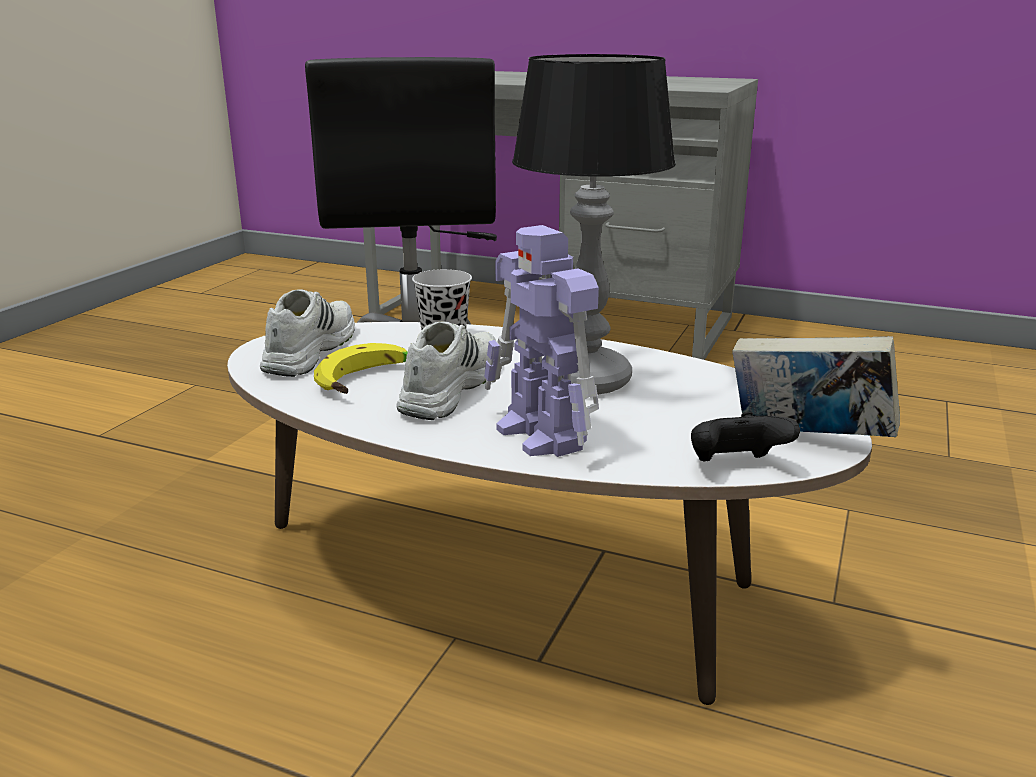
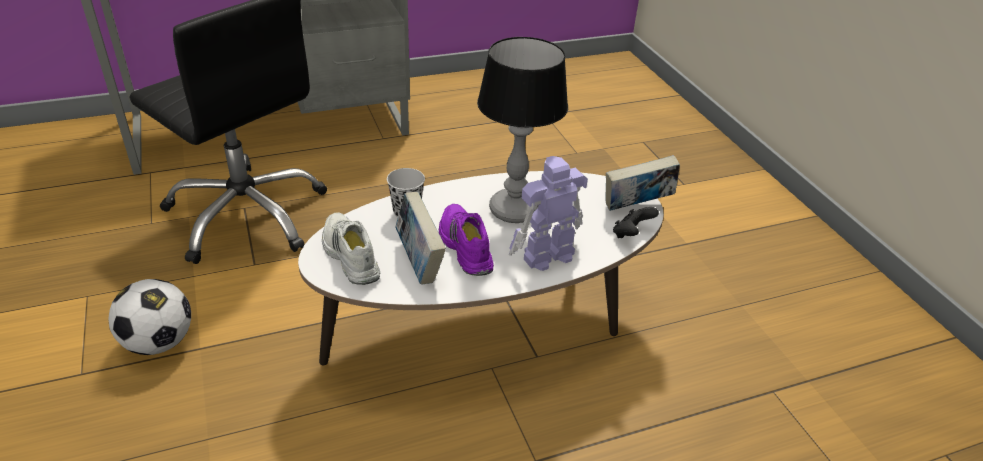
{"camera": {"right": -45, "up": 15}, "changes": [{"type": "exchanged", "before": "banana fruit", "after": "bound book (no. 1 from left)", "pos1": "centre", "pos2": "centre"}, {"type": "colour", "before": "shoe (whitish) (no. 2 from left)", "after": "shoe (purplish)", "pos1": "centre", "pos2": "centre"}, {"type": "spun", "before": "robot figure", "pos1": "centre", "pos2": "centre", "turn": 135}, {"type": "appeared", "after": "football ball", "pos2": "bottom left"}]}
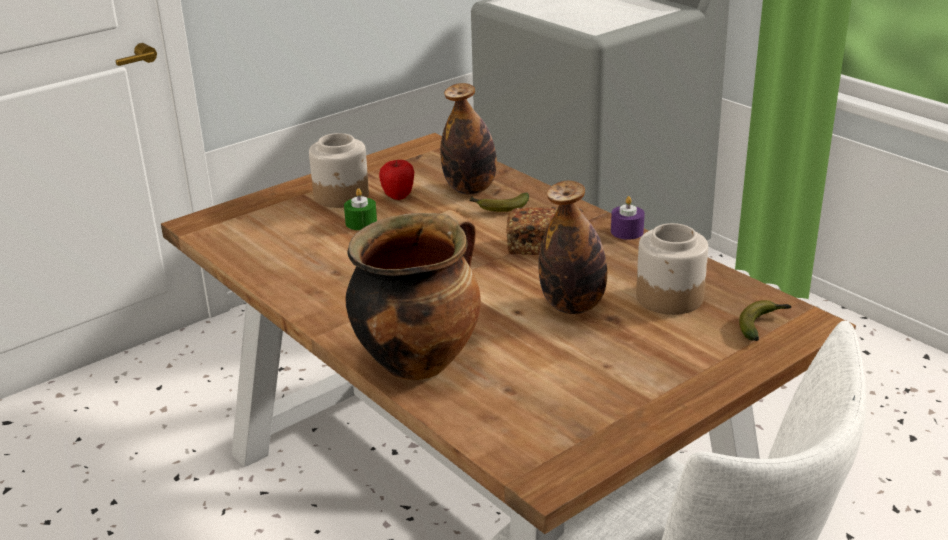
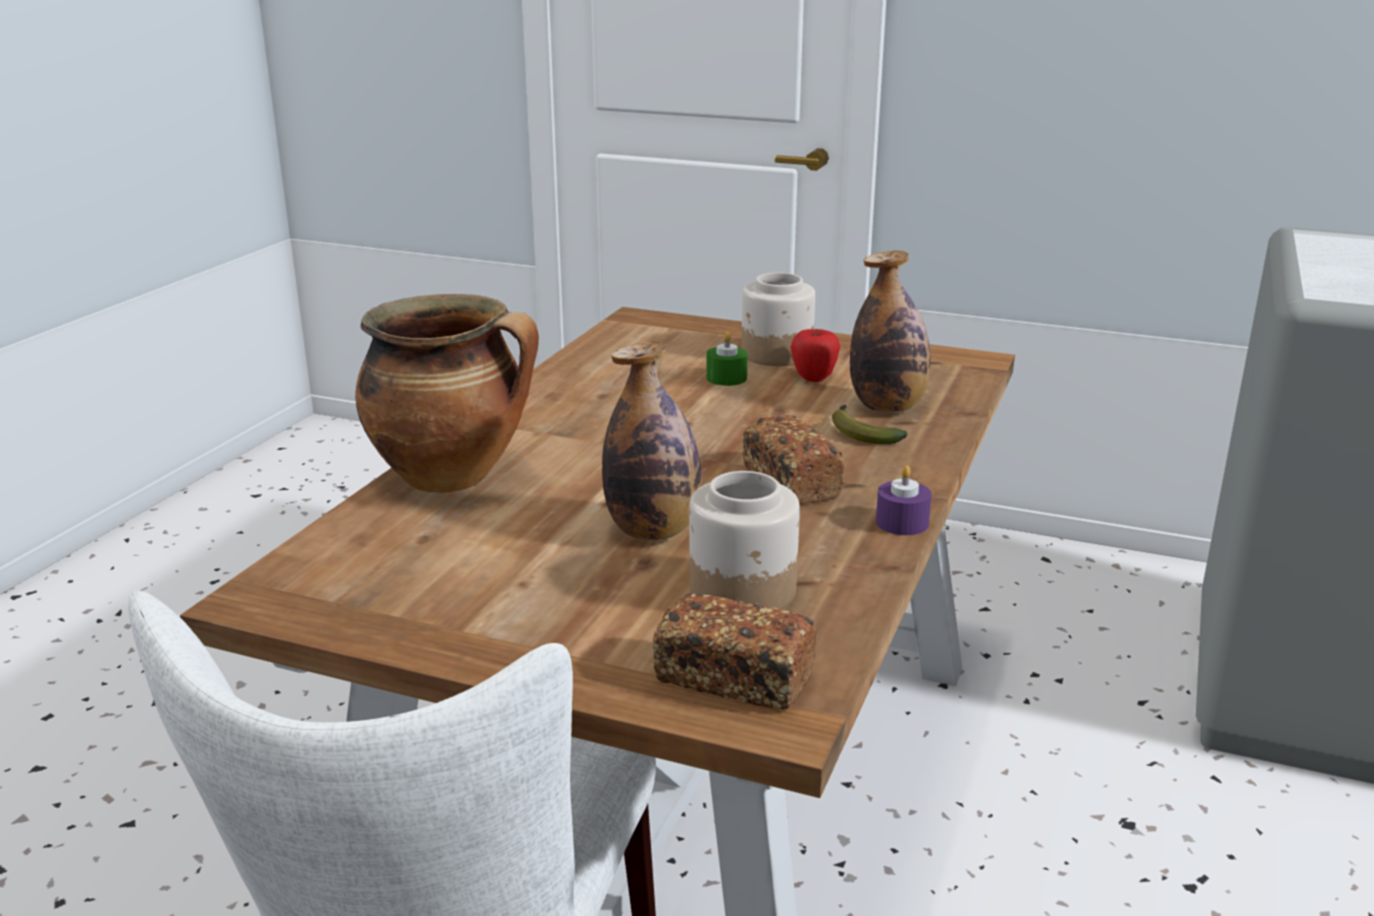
{"camera": {"right": 60, "up": -5}, "changes": [{"type": "exchanged", "before": "banana fruit (no. 2 from left)", "after": "bread (no. 1 from left)", "pos1": "middle right", "pos2": "bottom centre"}]}
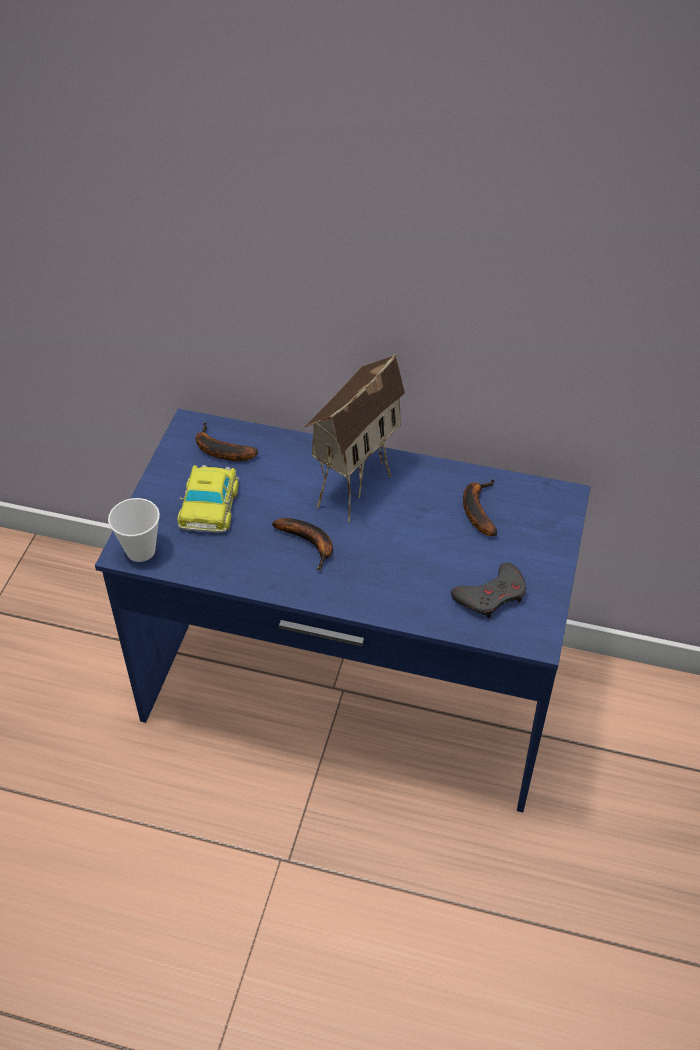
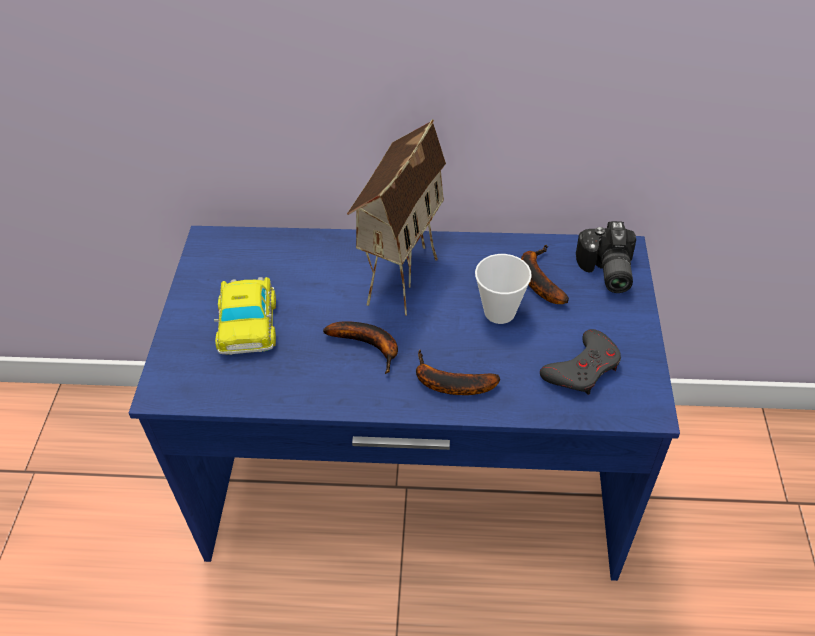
{"camera": {"right": -10, "up": 0}, "changes": [{"type": "relocated", "before": "small cup", "pos1": "middle left", "pos2": "centre"}, {"type": "relocated", "before": "banana fruit (no. 1 from left in the first image)", "after": "banana fruit (no. 2 from left)", "pos1": "middle left", "pos2": "centre"}, {"type": "appeared", "after": "photo camera", "pos2": "middle right"}]}
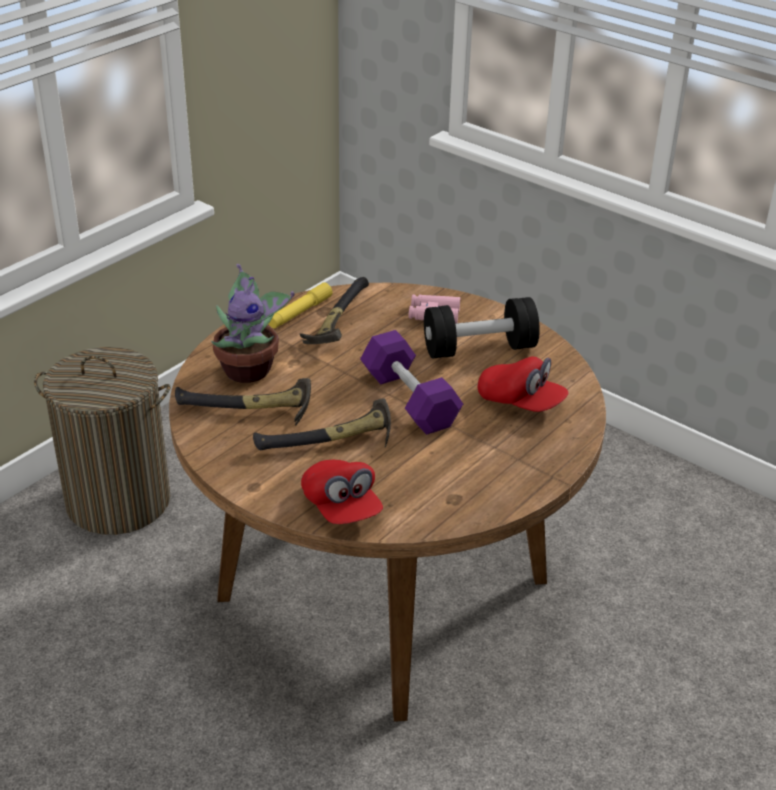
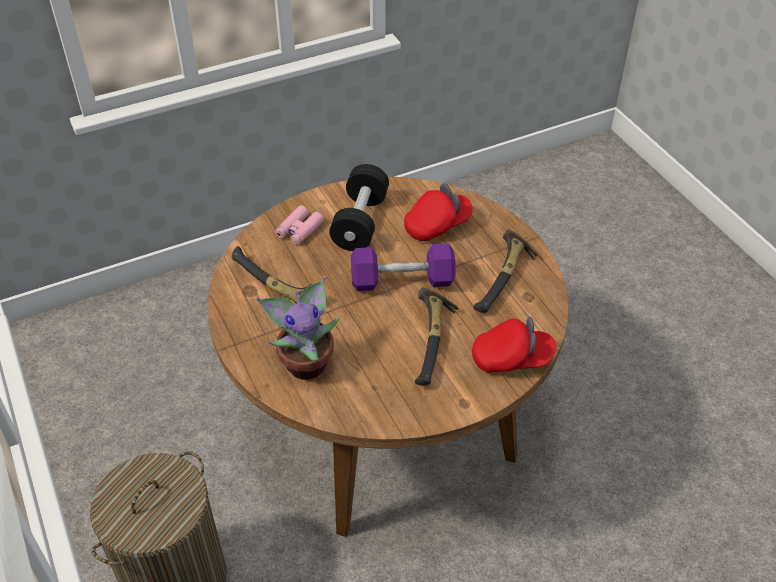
{"camera": {"right": -65, "up": 10}, "changes": [{"type": "relocated", "before": "tool hammer (no. 1 from left in the first image)", "after": "tool hammer (no. 3 from left)", "pos1": "middle left", "pos2": "centre"}, {"type": "missing", "before": "hand torch (yellow-coloured)", "pos1": "centre"}]}
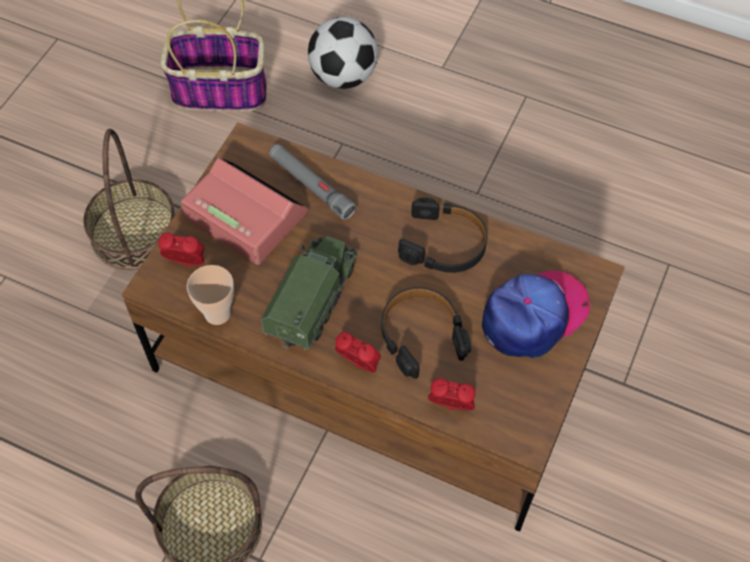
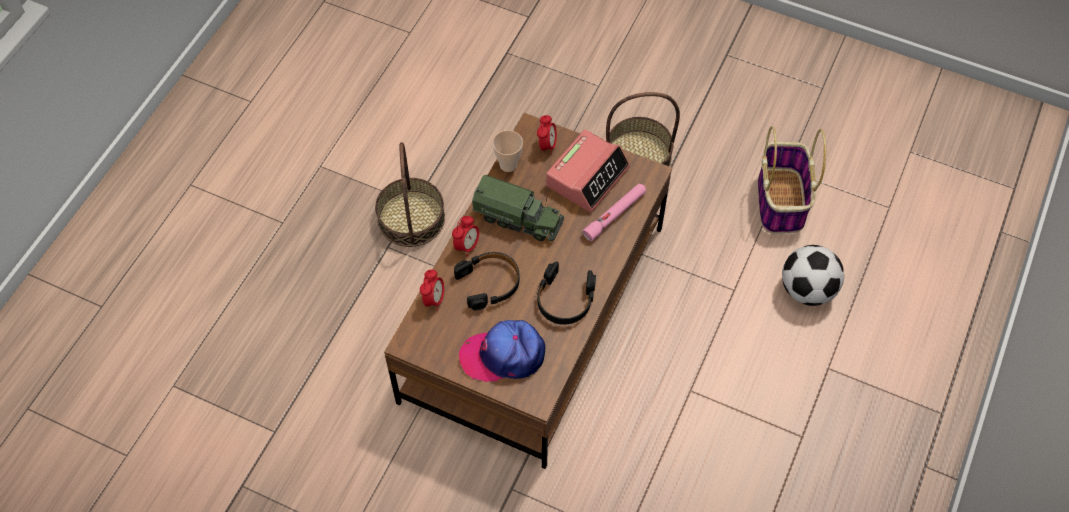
{"camera": {"right": 90, "up": 0}, "changes": [{"type": "colour", "before": "hand torch (greyish)", "after": "hand torch (pinkish)", "pos1": "top centre", "pos2": "centre"}, {"type": "spun", "before": "peaked cap", "pos1": "middle right", "pos2": "bottom centre", "turn": 120}]}
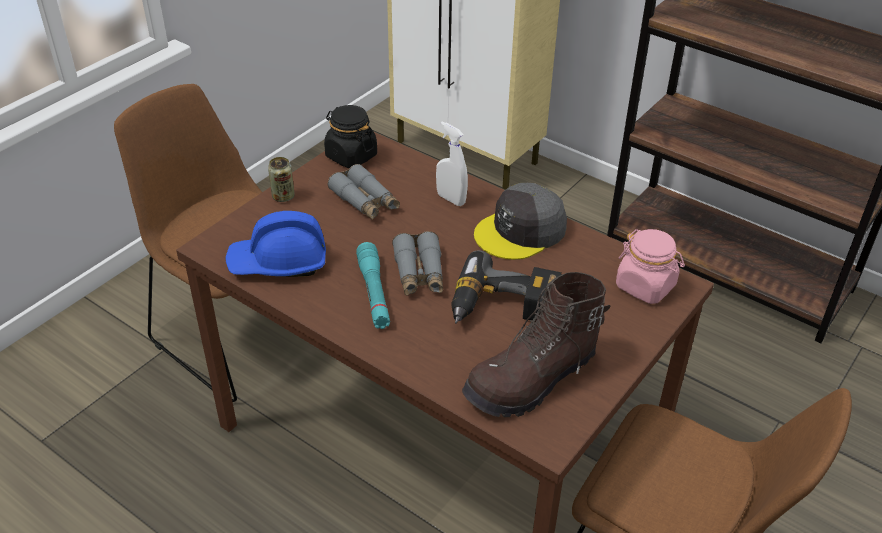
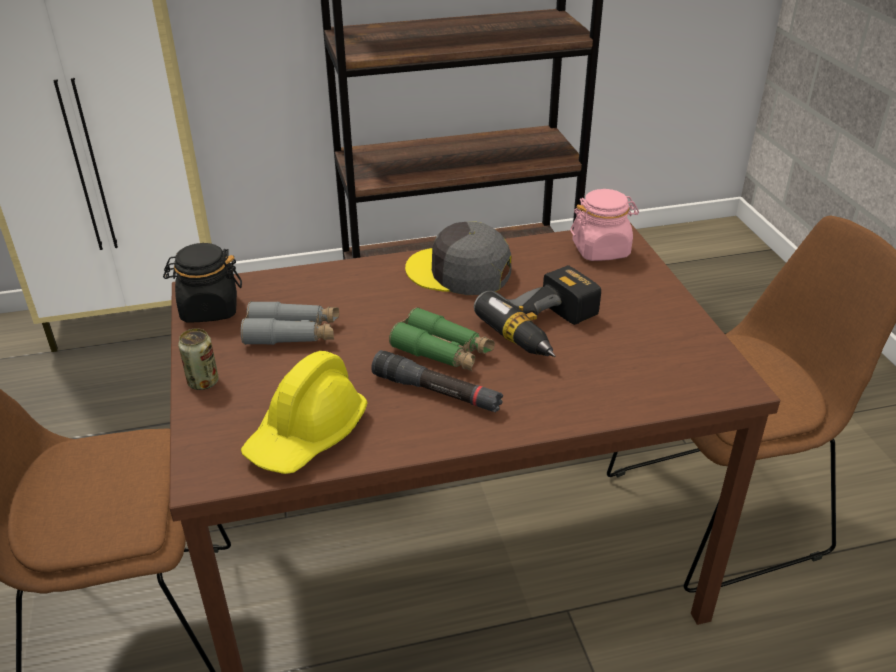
{"camera": {"right": -50, "up": -5}, "changes": [{"type": "colour", "before": "work helmet (bluish)", "after": "work helmet (yellow-coloured)", "pos1": "middle left", "pos2": "centre"}, {"type": "colour", "before": "hand torch (turquoise-coloured)", "after": "hand torch (blackish)", "pos1": "centre", "pos2": "centre"}, {"type": "colour", "before": "binoculars (greyish) (no. 2 from left)", "after": "binoculars (greenish)", "pos1": "centre", "pos2": "centre"}, {"type": "missing", "before": "sprayer (whitish)", "pos1": "top centre"}, {"type": "missing", "before": "high-top boot (brown-coloured)", "pos1": "centre"}, {"type": "spun", "before": "peaked cap (greyish)", "pos1": "centre", "pos2": "centre", "turn": 105}]}
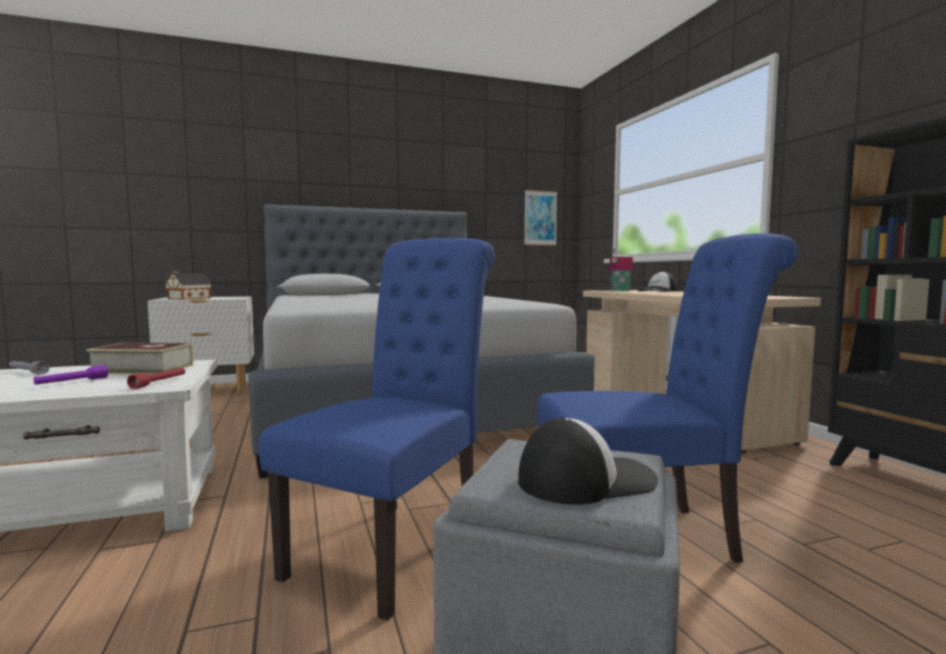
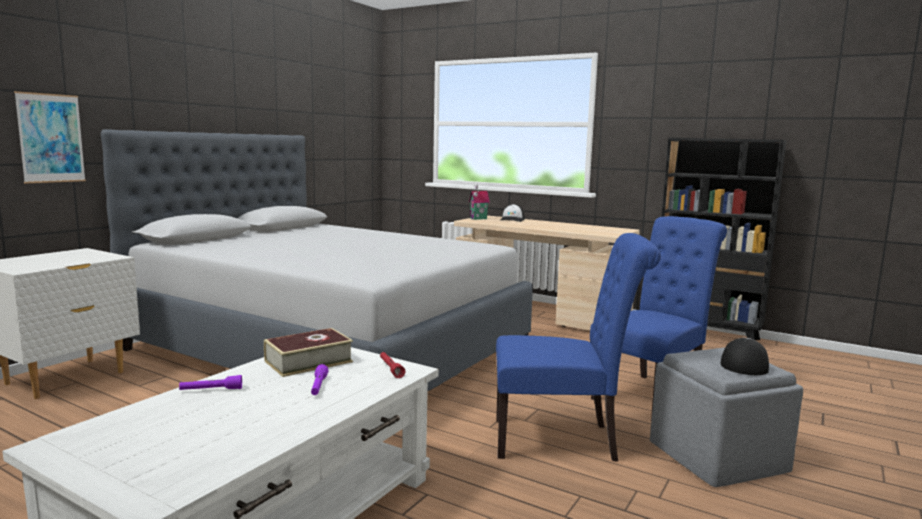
{"camera": {"right": -40, "up": 5}, "changes": [{"type": "colour", "before": "hand torch (greyish)", "after": "hand torch (purplish) (no. 1 from left)", "pos1": "middle left", "pos2": "bottom left"}, {"type": "missing", "before": "model house (no. 1 from left)", "pos1": "middle left"}, {"type": "spun", "before": "chair (bluish) (no. 1 from left)", "pos1": "centre", "pos2": "bottom centre", "turn": 105}, {"type": "relocated", "before": "wall picture", "pos1": "centre", "pos2": "top left"}]}
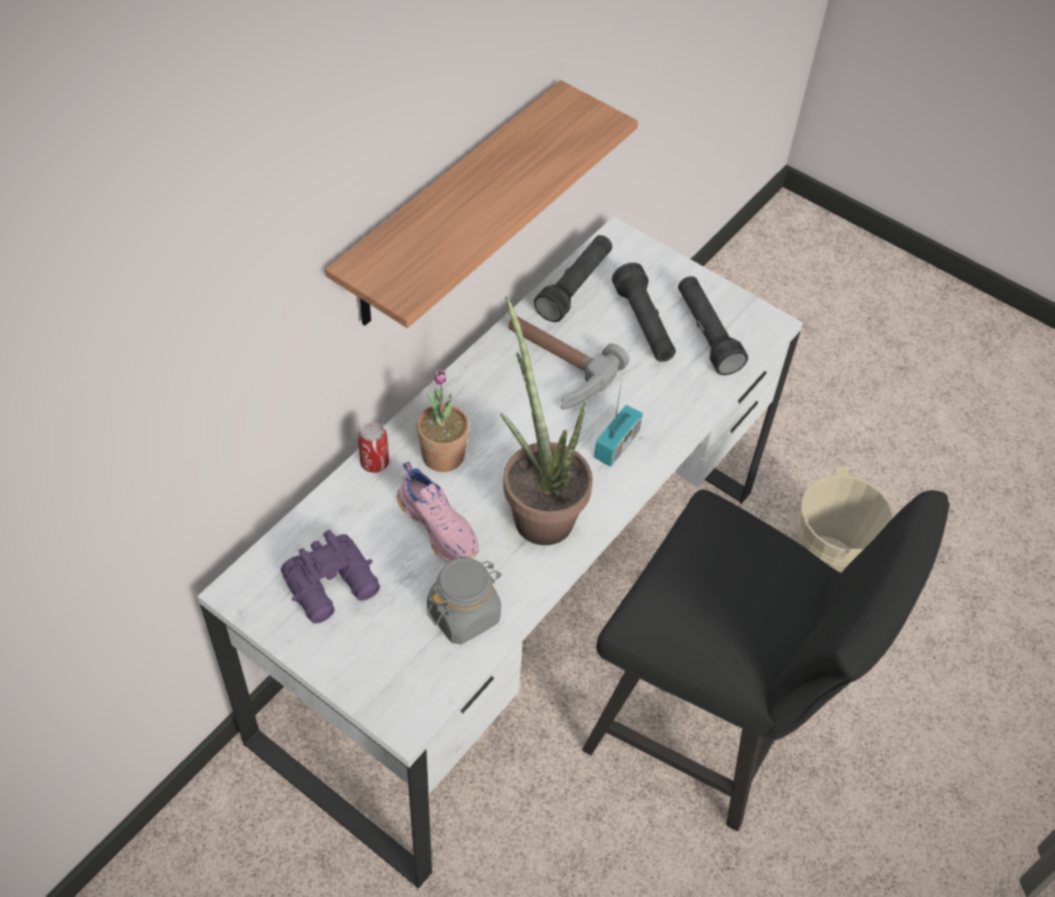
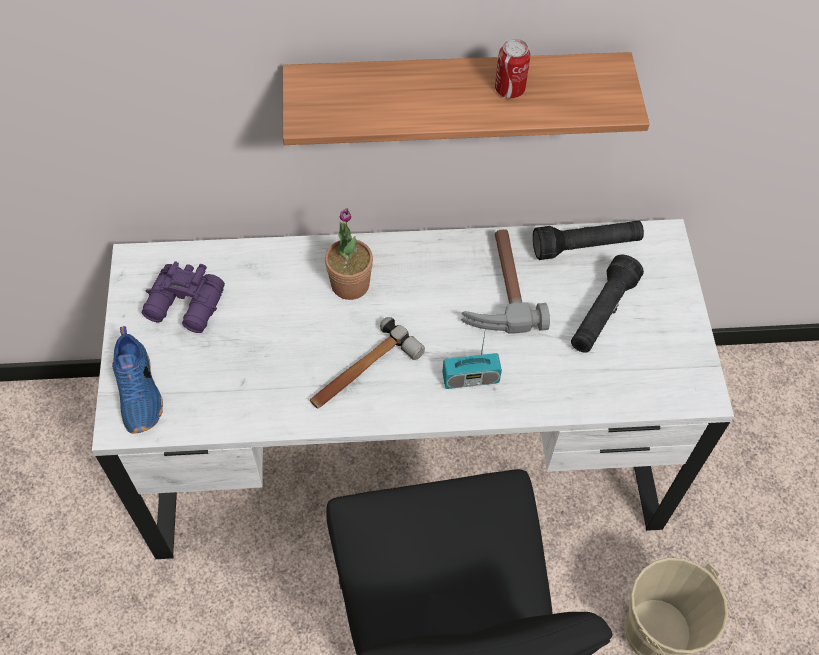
{"camera": {"right": 50, "up": 5}, "changes": [{"type": "relocated", "before": "can", "pos1": "centre", "pos2": "top centre"}, {"type": "missing", "before": "shoe (pinkish)", "pos1": "centre"}, {"type": "missing", "before": "jar (greyish)", "pos1": "bottom centre"}, {"type": "exchanged", "before": "houseplant (no. 2 from left)", "after": "tool hammer (no. 1 from left)", "pos1": "centre", "pos2": "centre"}, {"type": "missing", "before": "hand torch (blackish) (no. 3 from left)", "pos1": "middle right"}, {"type": "appeared", "after": "shoe (bluish)", "pos2": "middle left"}]}
